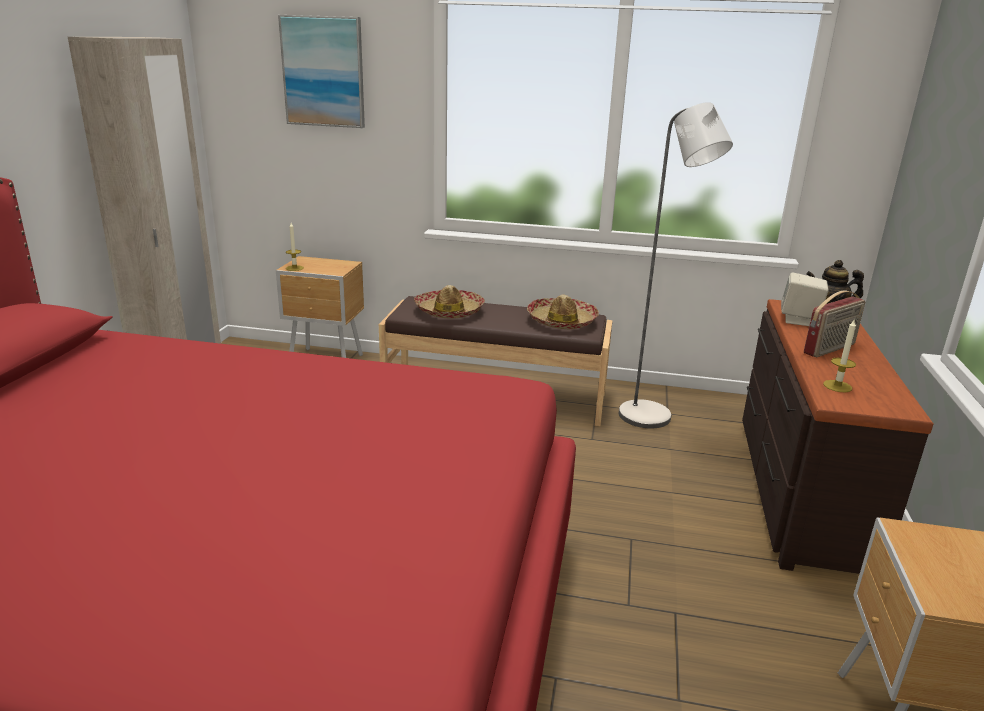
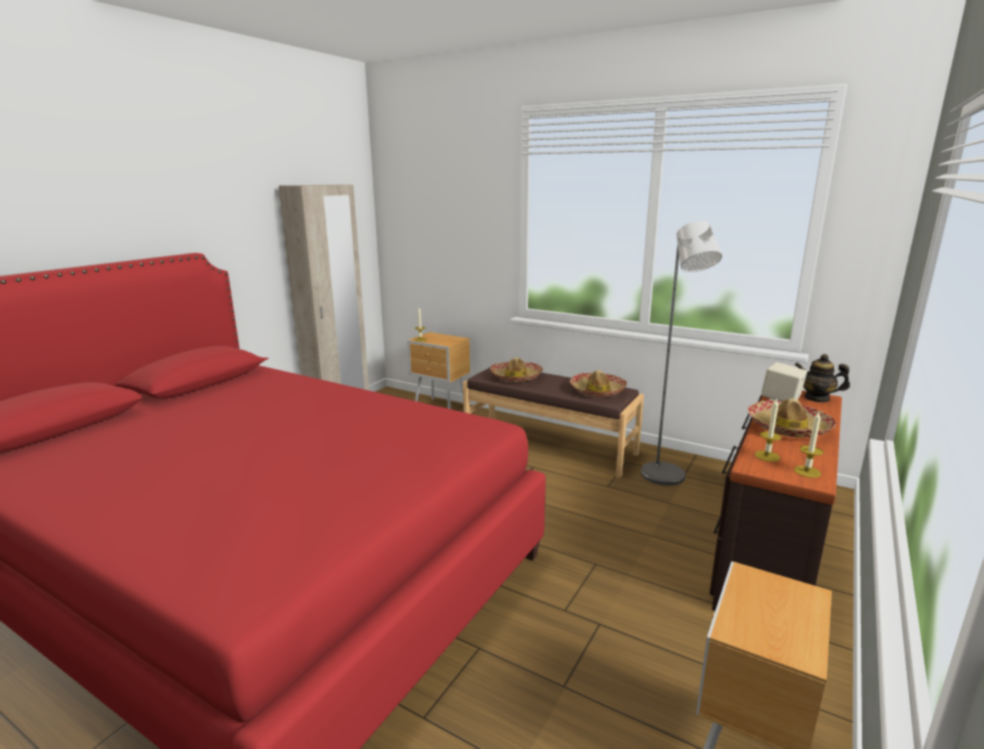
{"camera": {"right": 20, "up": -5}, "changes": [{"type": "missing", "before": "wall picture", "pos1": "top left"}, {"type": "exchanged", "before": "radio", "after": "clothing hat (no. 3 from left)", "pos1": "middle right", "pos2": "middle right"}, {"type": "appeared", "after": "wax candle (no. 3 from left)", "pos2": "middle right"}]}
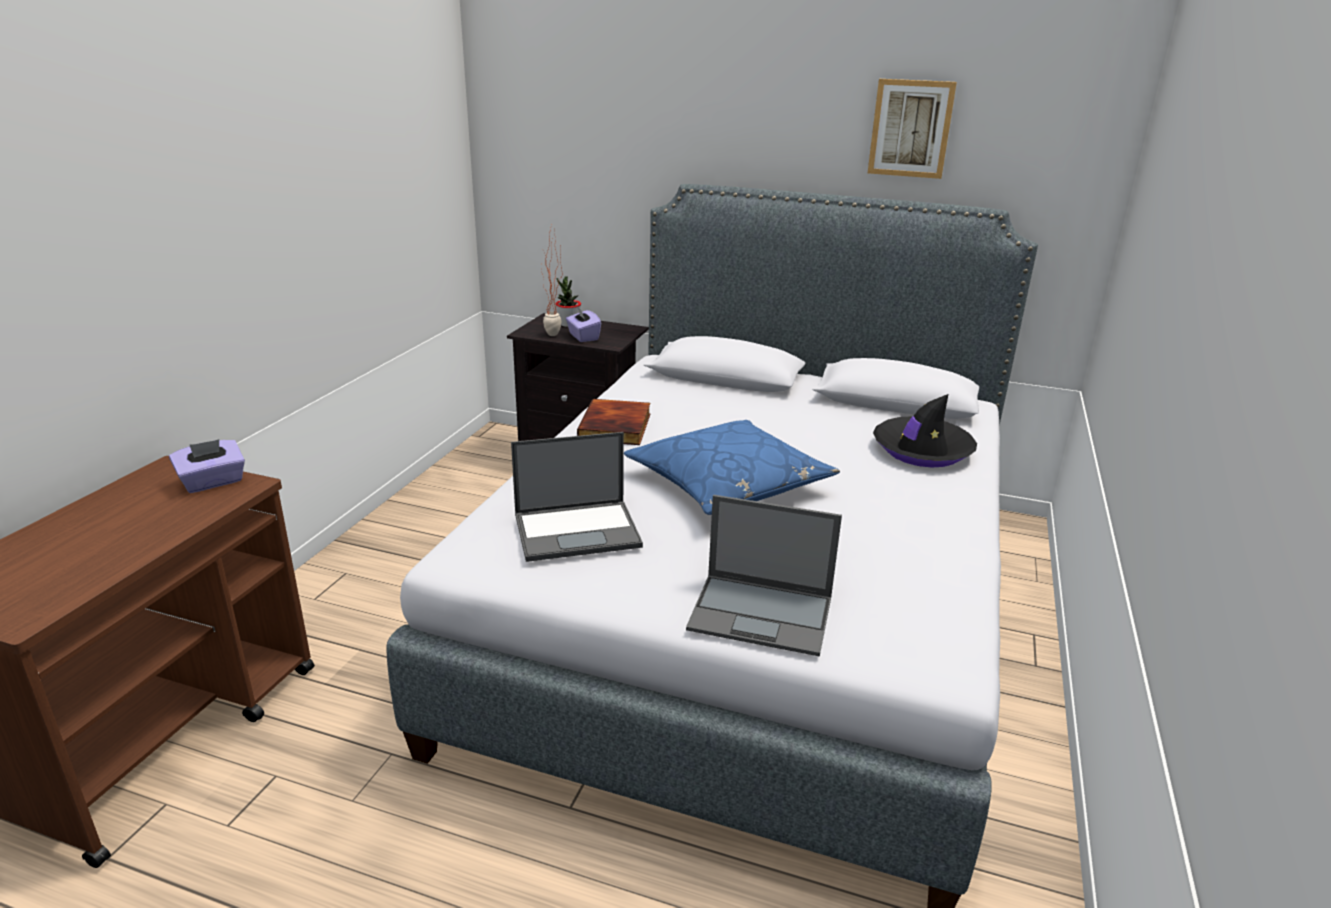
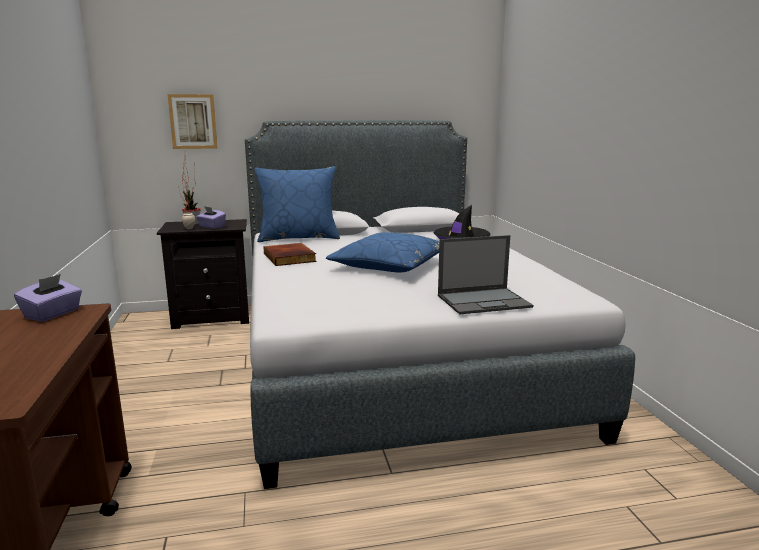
{"camera": {"right": -30, "up": -10}, "changes": [{"type": "missing", "before": "notebook computer (no. 1 from left)", "pos1": "centre"}, {"type": "relocated", "before": "wall picture", "pos1": "top right", "pos2": "top left"}, {"type": "appeared", "after": "cushion (bluish) (no. 1 from left)", "pos2": "centre"}]}
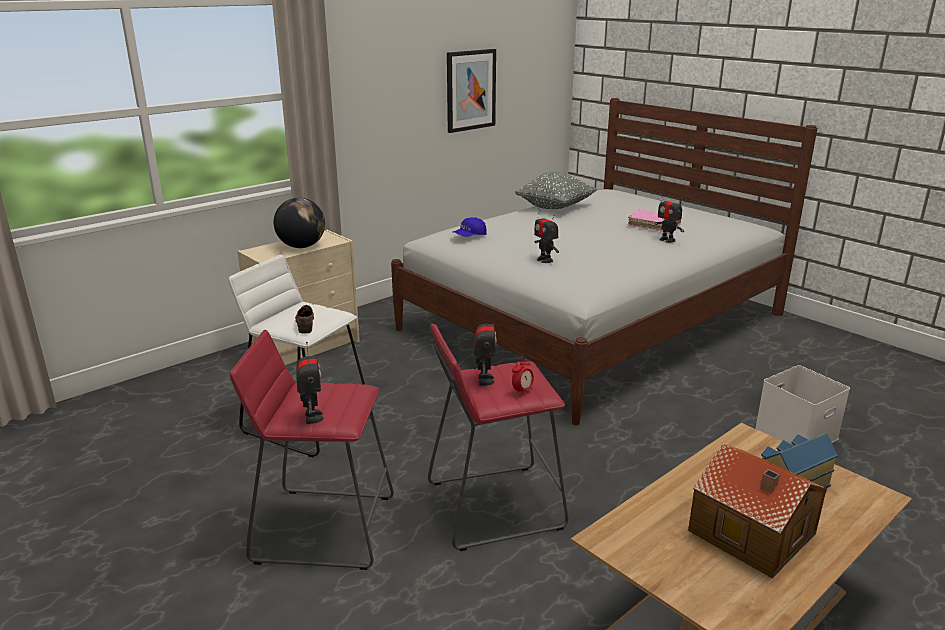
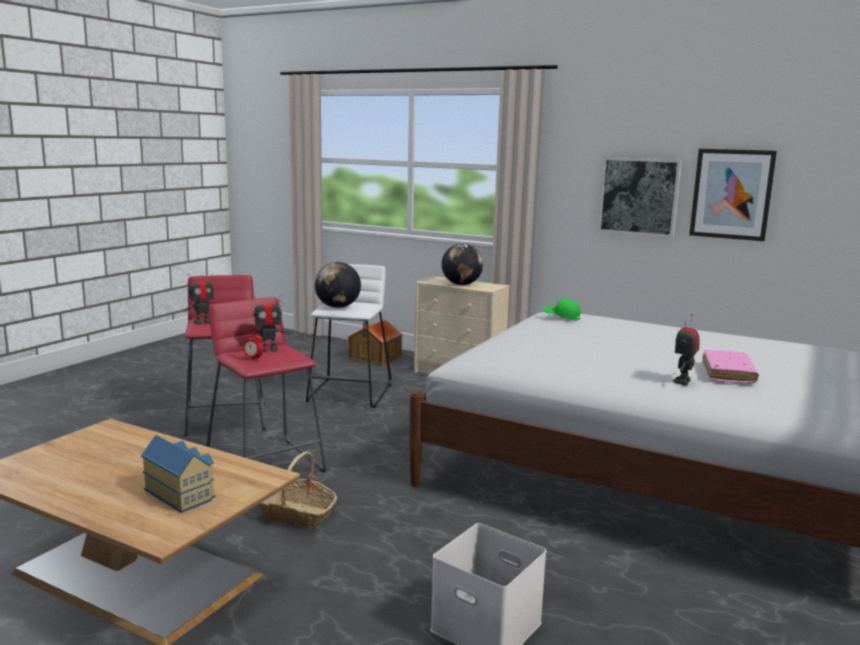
{"camera": {"right": 70, "up": -10}, "changes": [{"type": "exchanged", "before": "shoe", "after": "desk globe (no. 1 from left)", "pos1": "middle left", "pos2": "centre"}, {"type": "colour", "before": "peaked cap (bluish)", "after": "peaked cap (greenish)", "pos1": "centre", "pos2": "centre"}, {"type": "missing", "before": "cushion (greyish)", "pos1": "top centre"}, {"type": "missing", "before": "robot figure (no. 3 from left)", "pos1": "centre"}, {"type": "relocated", "before": "model house (no. 1 from left in the first image)", "after": "model house (no. 2 from left)", "pos1": "bottom right", "pos2": "centre"}, {"type": "appeared", "after": "storage basket", "pos2": "bottom centre"}, {"type": "appeared", "after": "wall picture (no. 1 from left)", "pos2": "top right"}]}
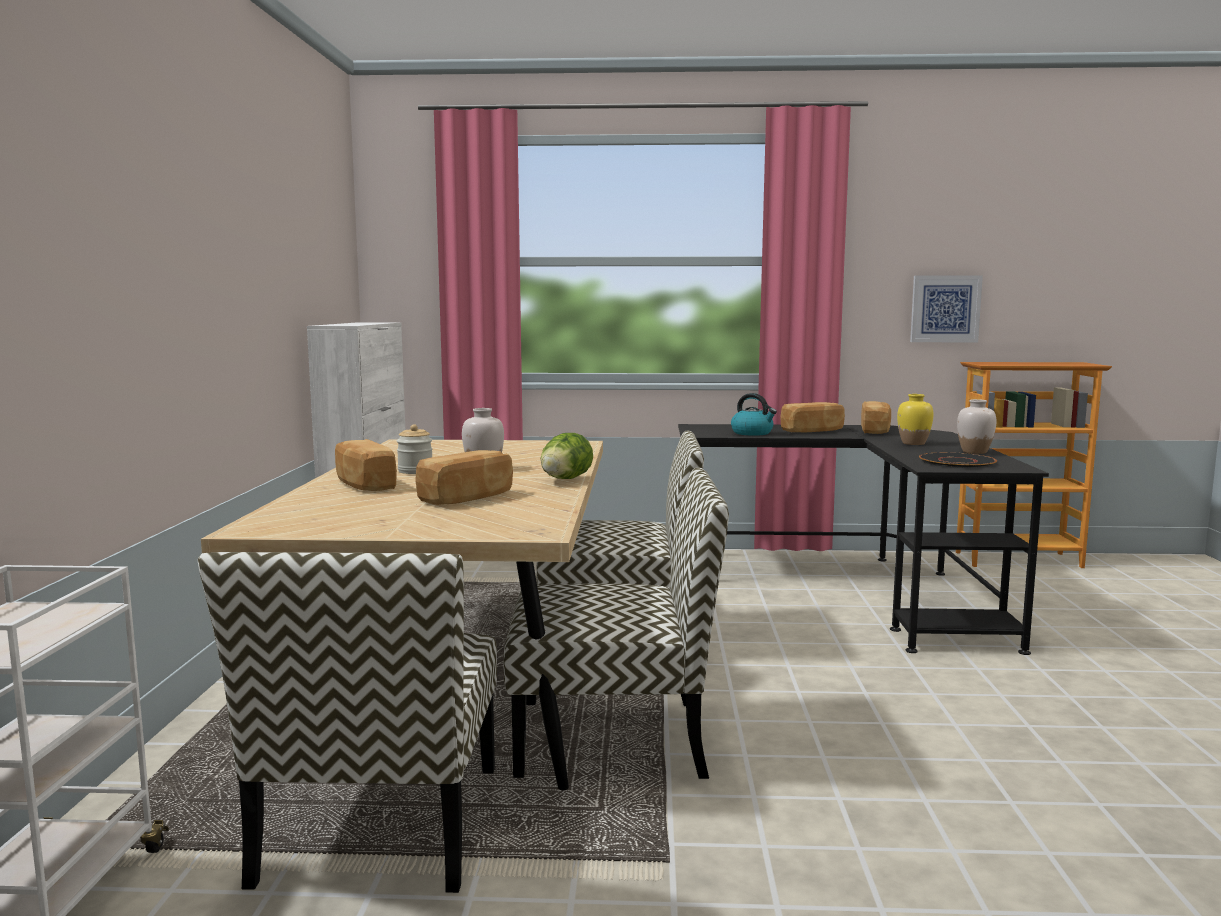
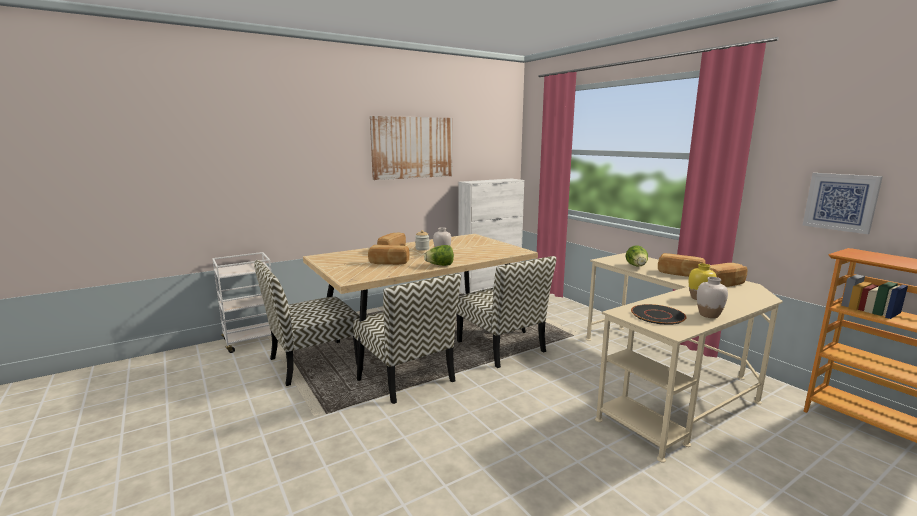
{"camera": {"right": 55, "up": 5}, "changes": [{"type": "colour", "before": "desk table (blackish)", "after": "desk table (beige)", "pos1": "middle right", "pos2": "bottom right"}, {"type": "exchanged", "before": "water kettle", "after": "head of lettuce (no. 2 from left)", "pos1": "centre", "pos2": "middle right"}, {"type": "appeared", "after": "wall picture (no. 1 from left)", "pos2": "top centre"}]}
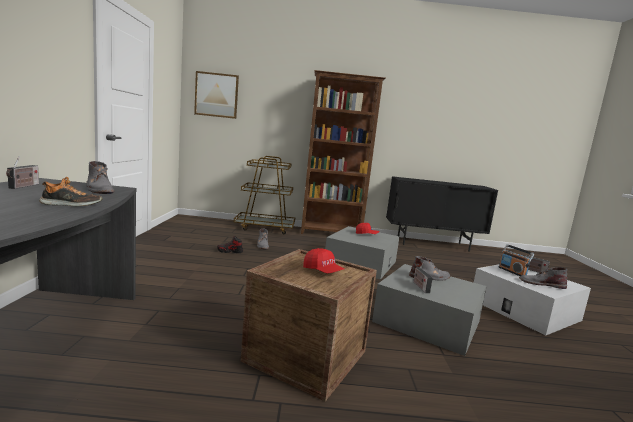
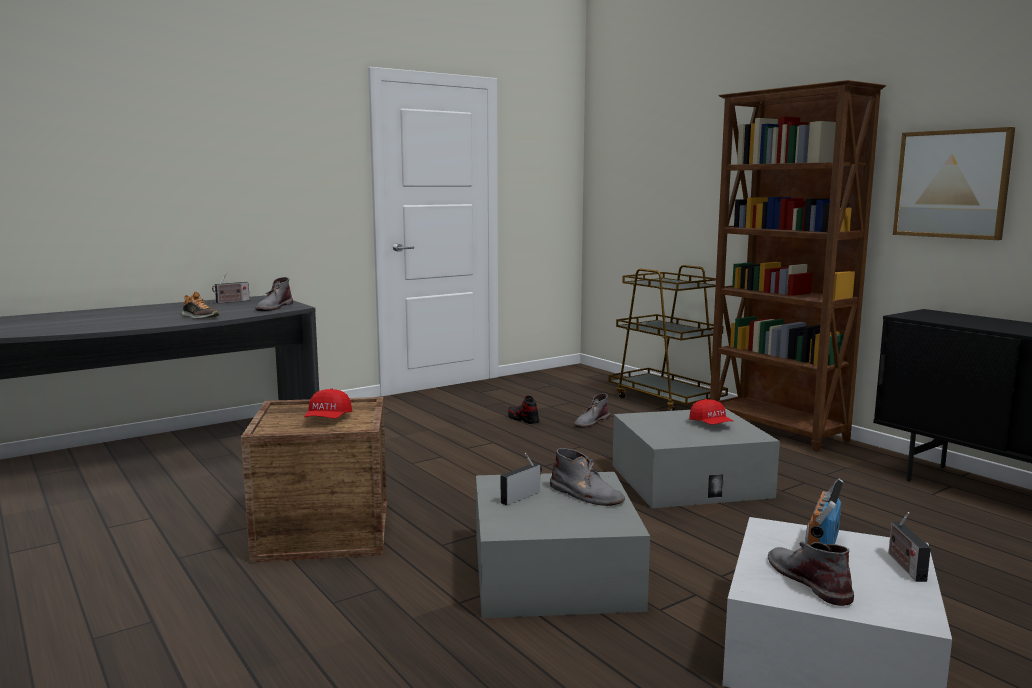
{"camera": {"right": 55, "up": 0}, "changes": [{"type": "relocated", "before": "wall picture", "pos1": "top centre", "pos2": "top right"}]}
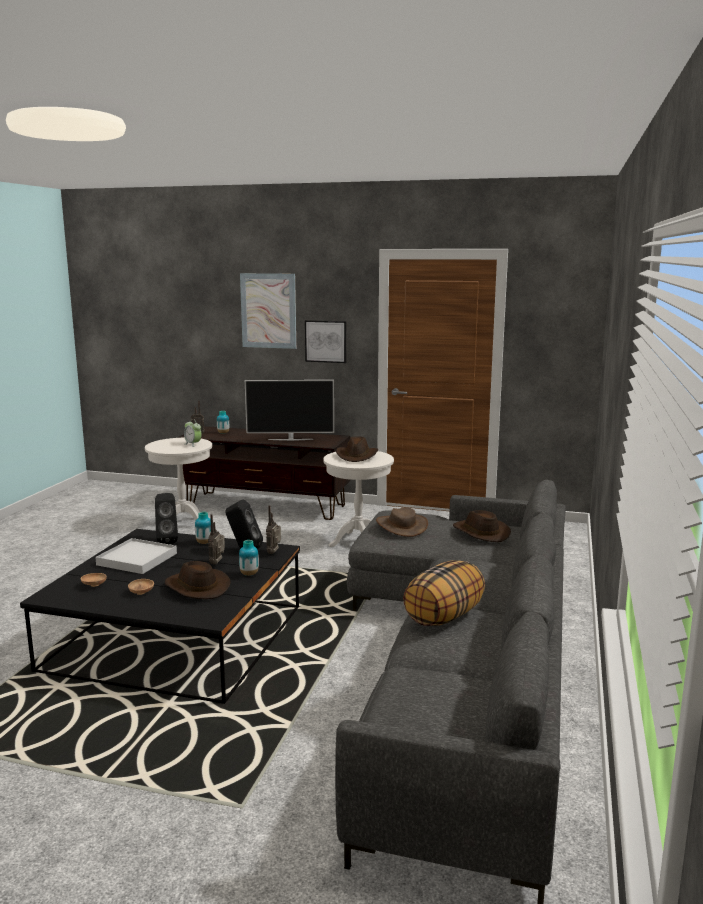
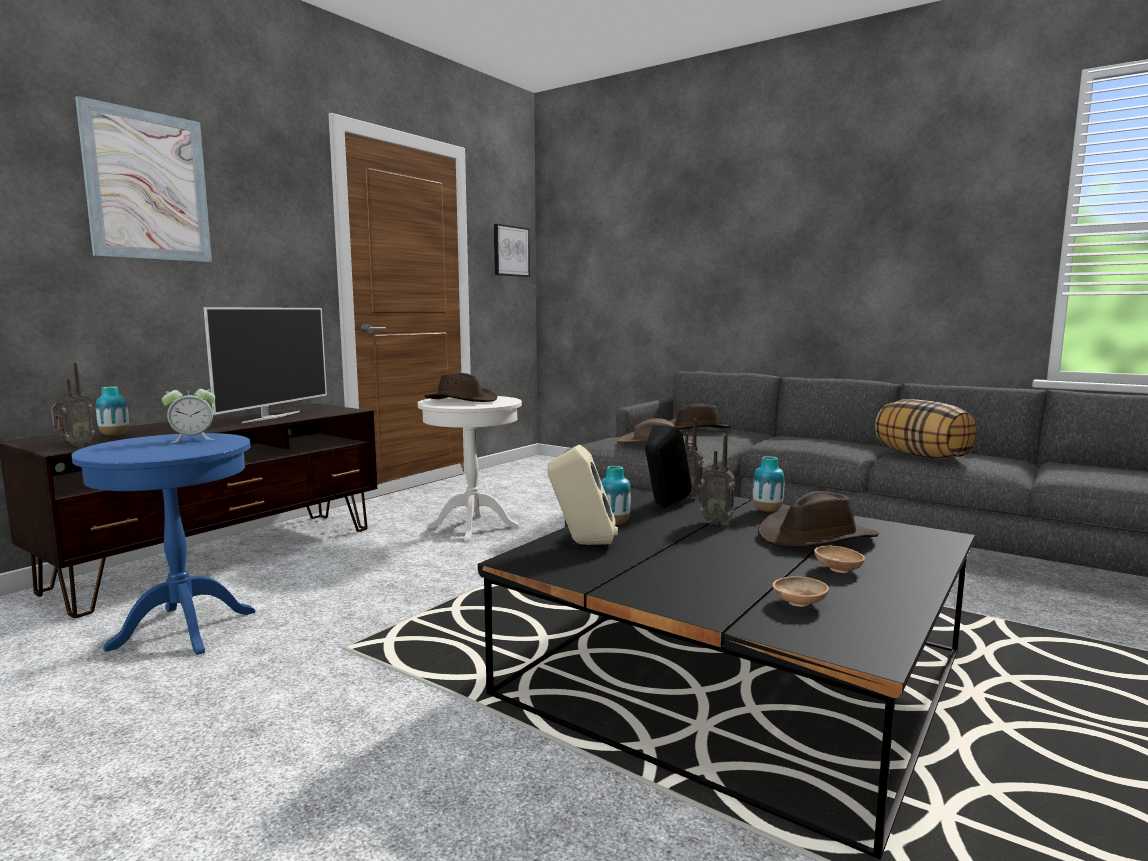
{"camera": {"right": -70, "up": -5}, "changes": [{"type": "missing", "before": "tray (whitish)", "pos1": "middle left"}, {"type": "colour", "before": "side table (whitish) (no. 1 from left)", "after": "side table (bluish)", "pos1": "middle left", "pos2": "middle left"}, {"type": "colour", "before": "loudspeaker (blackish) (no. 1 from left)", "after": "loudspeaker (beige)", "pos1": "middle left", "pos2": "centre"}, {"type": "relocated", "before": "wall picture (no. 2 from left)", "pos1": "centre", "pos2": "top centre"}]}
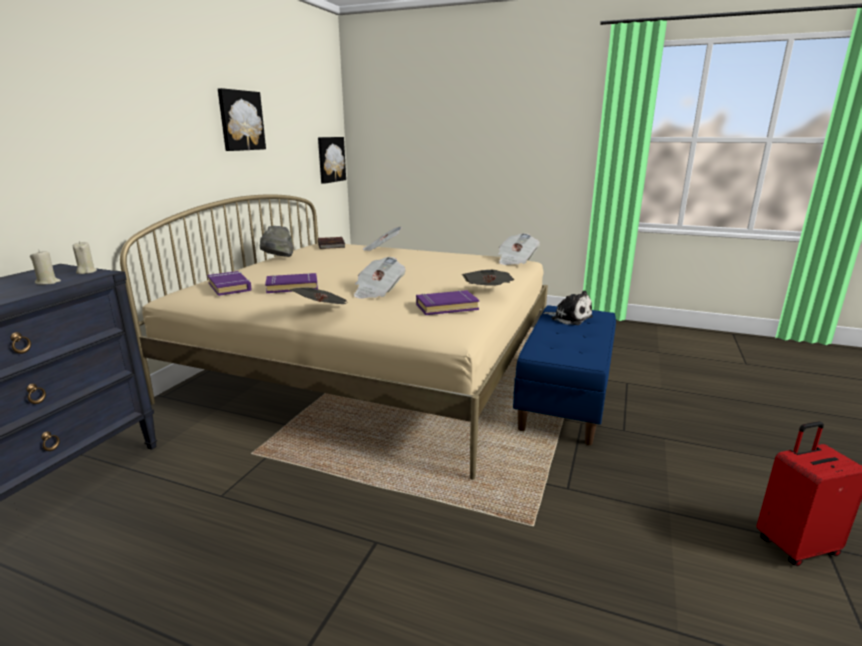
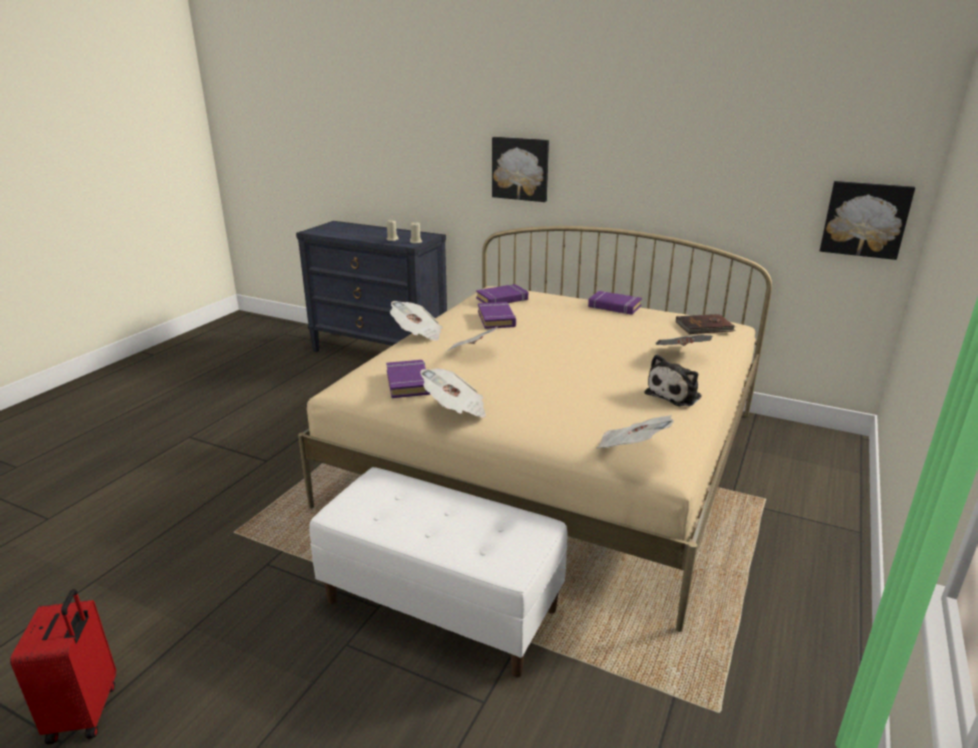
{"camera": {"right": 95, "up": 5}, "changes": [{"type": "relocated", "before": "wall picture (no. 1 from left)", "pos1": "top left", "pos2": "top centre"}, {"type": "exchanged", "before": "clothing hat (greyish)", "after": "bound book (purplish) (no. 4 from left)", "pos1": "middle left", "pos2": "centre"}, {"type": "colour", "before": "long seat (bluish)", "after": "long seat (whitish)", "pos1": "centre", "pos2": "bottom centre"}, {"type": "relocated", "before": "plush toy", "pos1": "centre", "pos2": "middle right"}]}
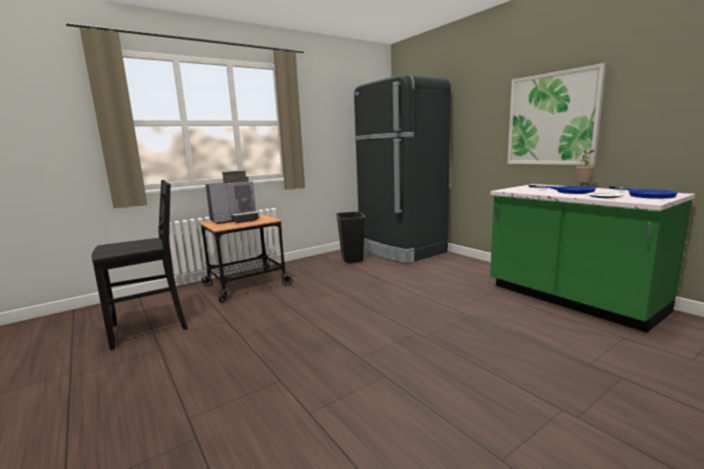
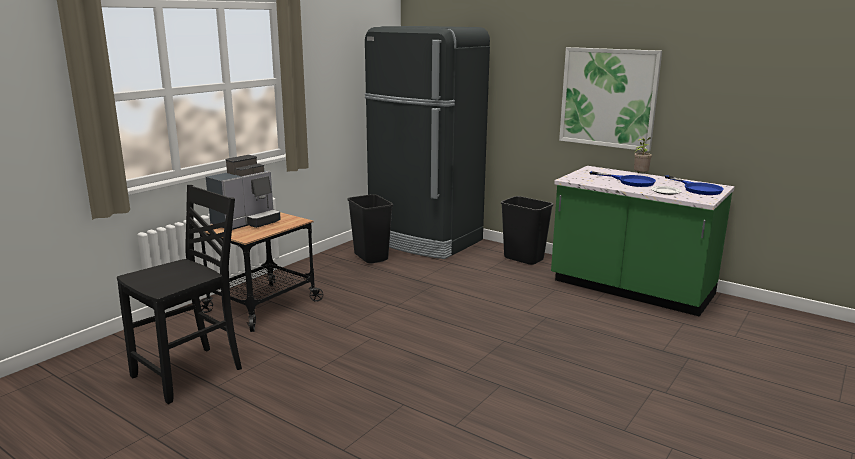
{"camera": {"right": -20, "up": 5}, "changes": [{"type": "appeared", "after": "rubbish bin (blackish) (no. 2 from left)", "pos2": "centre"}]}
